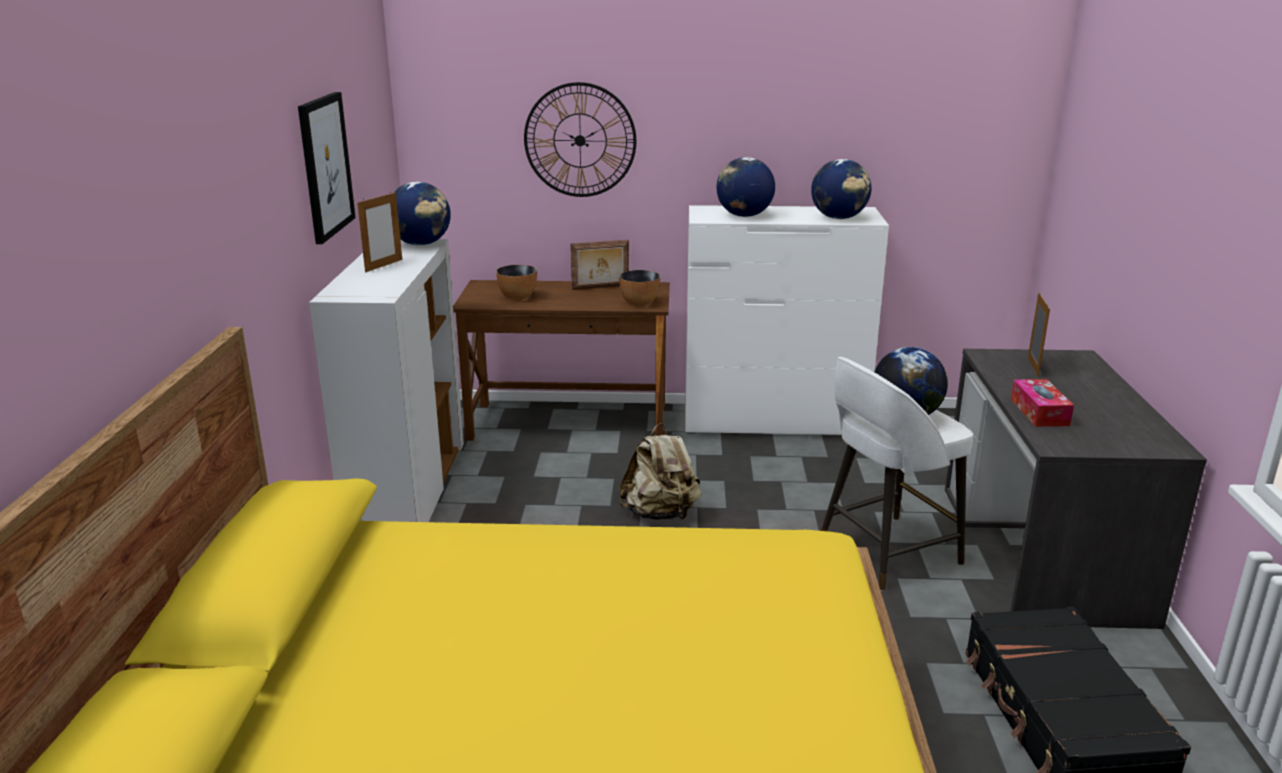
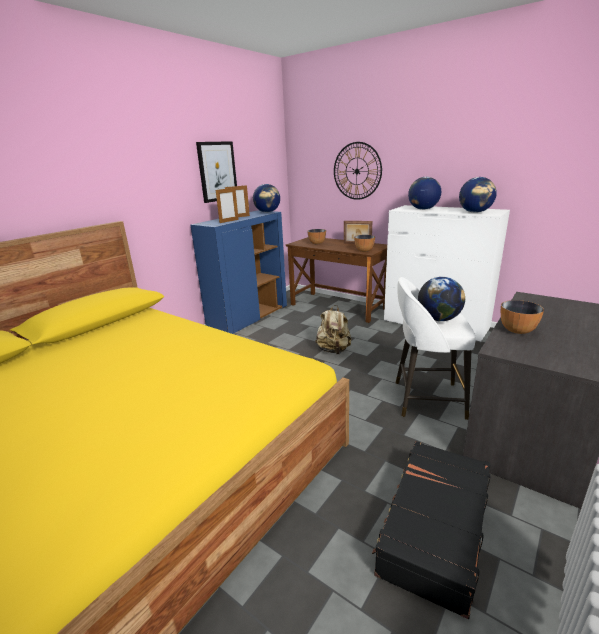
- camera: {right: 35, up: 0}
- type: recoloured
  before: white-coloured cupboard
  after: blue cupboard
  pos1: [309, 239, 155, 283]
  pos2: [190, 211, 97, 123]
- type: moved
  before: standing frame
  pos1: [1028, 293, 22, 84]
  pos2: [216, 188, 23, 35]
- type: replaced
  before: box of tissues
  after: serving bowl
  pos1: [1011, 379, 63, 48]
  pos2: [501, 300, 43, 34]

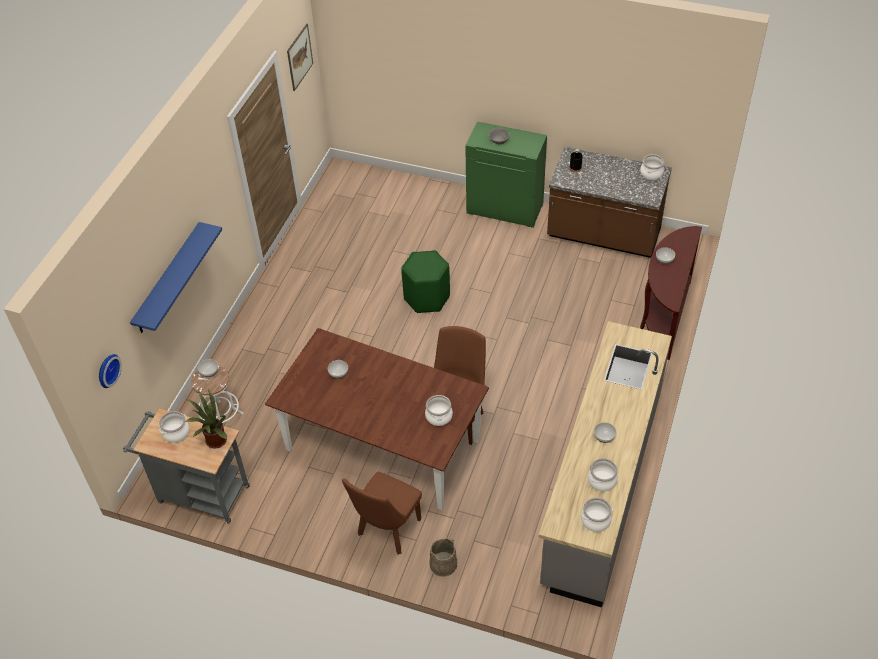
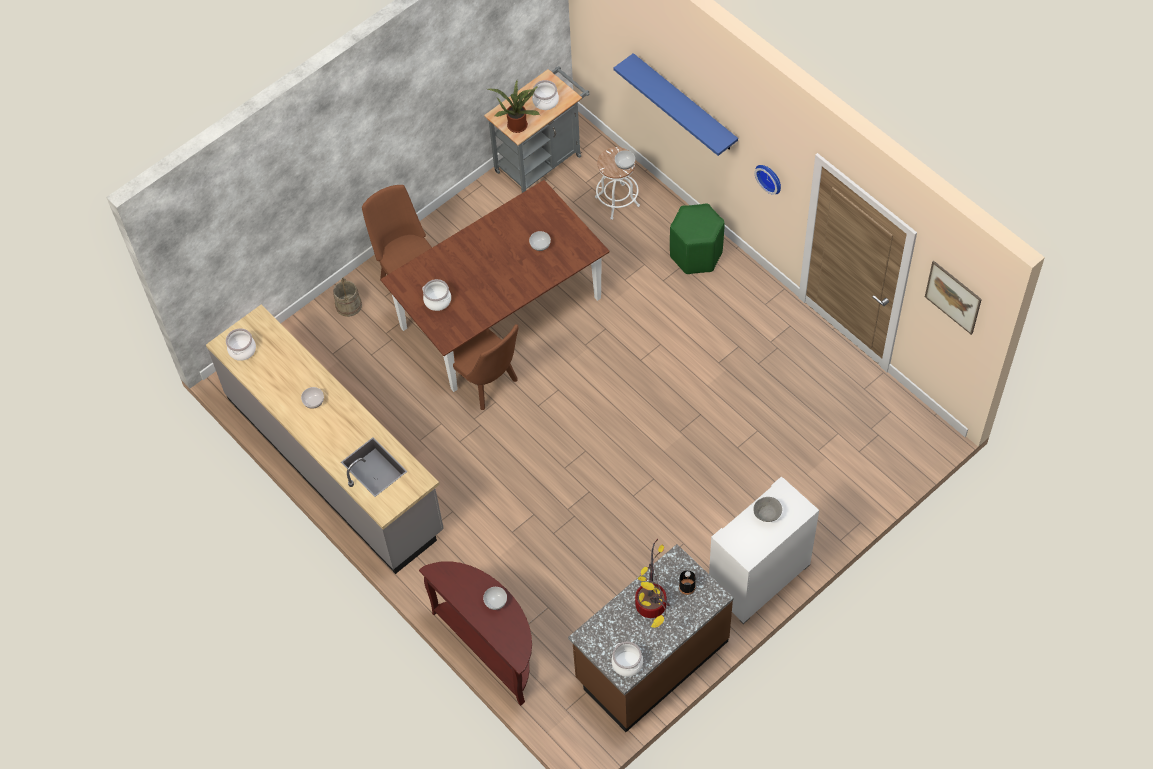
- camera: {right: 120, up: 10}
- type: recoloured
  before: greenish cupboard
  after: white-coloured cupboard
  pos1: [465, 122, 82, 106]
  pos2: [709, 477, 110, 147]
- type: moved
  before: greenish sitting stool
  pos1: [401, 250, 49, 63]
  pos2: [670, 203, 55, 71]
- type: moved
  before: clock on the wall
  pos1: [99, 354, 23, 34]
  pos2: [755, 165, 26, 30]
- type: removed
  before: saucepot
  pos1: [588, 458, 30, 34]
- type: added
  after: potted plant
  pos2: [635, 539, 34, 89]

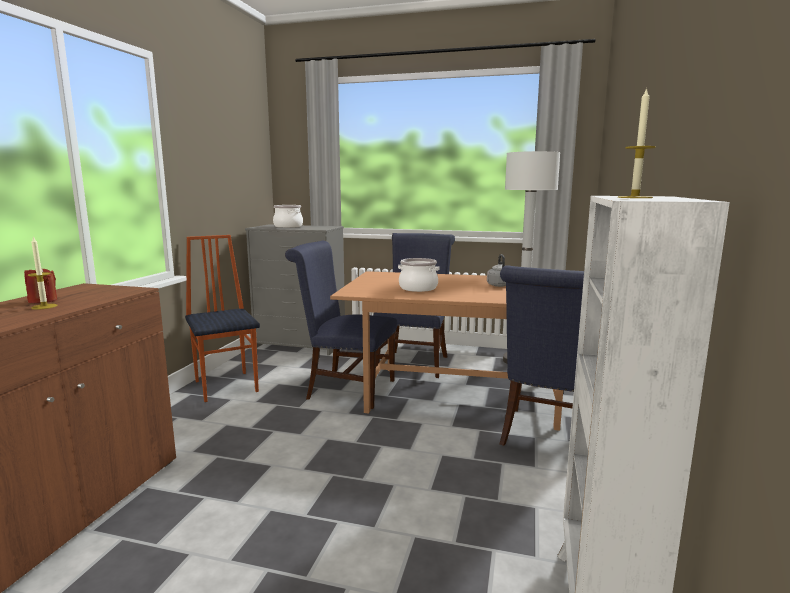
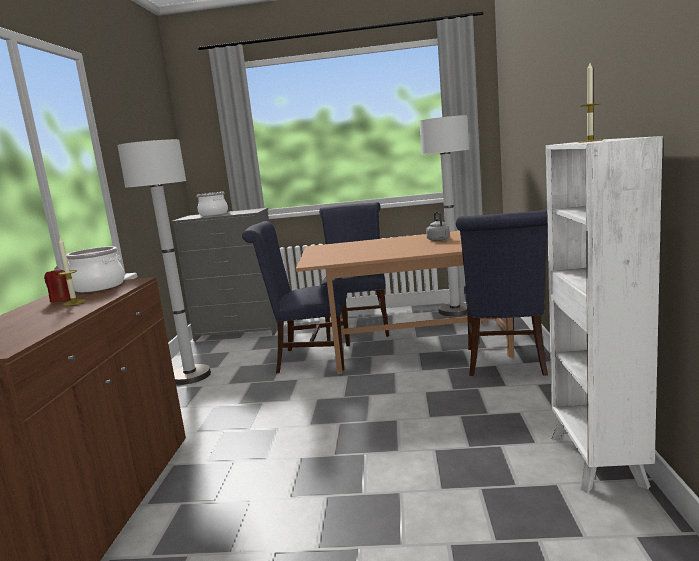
- camera: {right: -10, up: 0}
- type: replaced
  before: upright chair
  after: white-coloured standing lamp
  pos1: [185, 235, 75, 167]
  pos2: [117, 139, 94, 246]
- type: moved
  before: saucepot
  pos1: [398, 258, 42, 34]
  pos2: [66, 247, 59, 45]

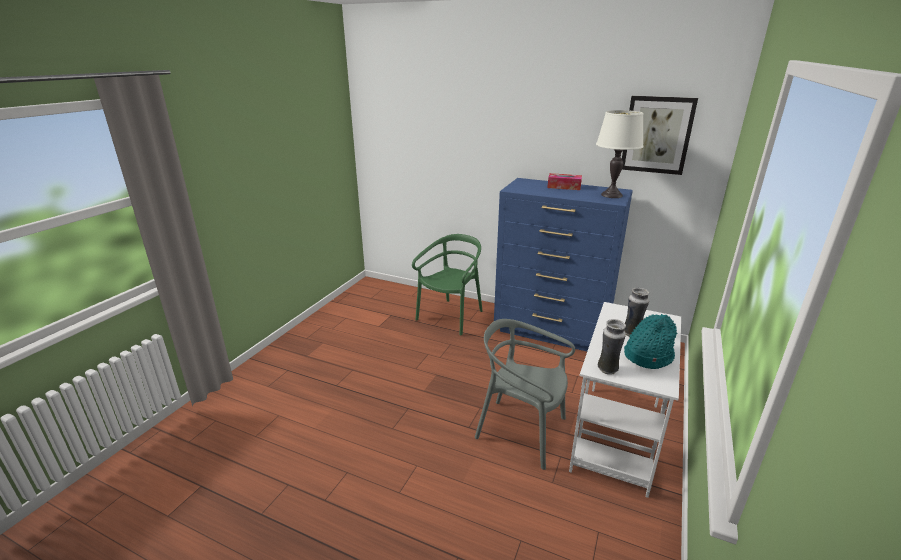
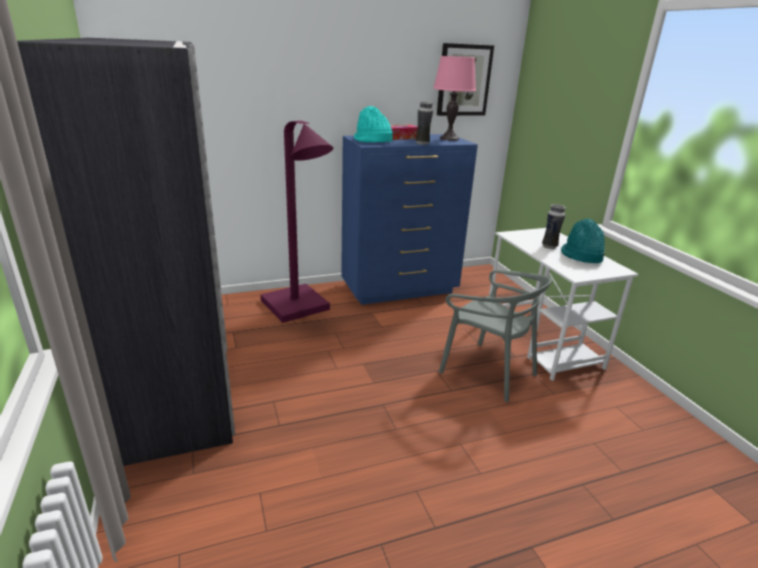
- camera: {right: -45, up: 0}
- type: recoloured
  before: white-coloured tabletop lamp
  after: pinkish tabletop lamp
  pos1: [596, 110, 48, 88]
  pos2: [433, 56, 43, 85]
- type: replaced
  before: greenish upright chair
  after: purple standing lamp
  pos1: [412, 234, 71, 102]
  pos2: [261, 121, 72, 202]
- type: turned
  before: grey upright chair
  pos1: [475, 319, 100, 151]
  pos2: [439, 270, 113, 132]
  turn: -120
- type: moved
  before: vase
  pos1: [598, 319, 28, 56]
  pos2: [415, 102, 18, 43]
- type: added
  after: grey armoire
  pos2: [17, 38, 218, 428]
- type: added
  after: turquoise hat
  pos2: [354, 106, 39, 37]

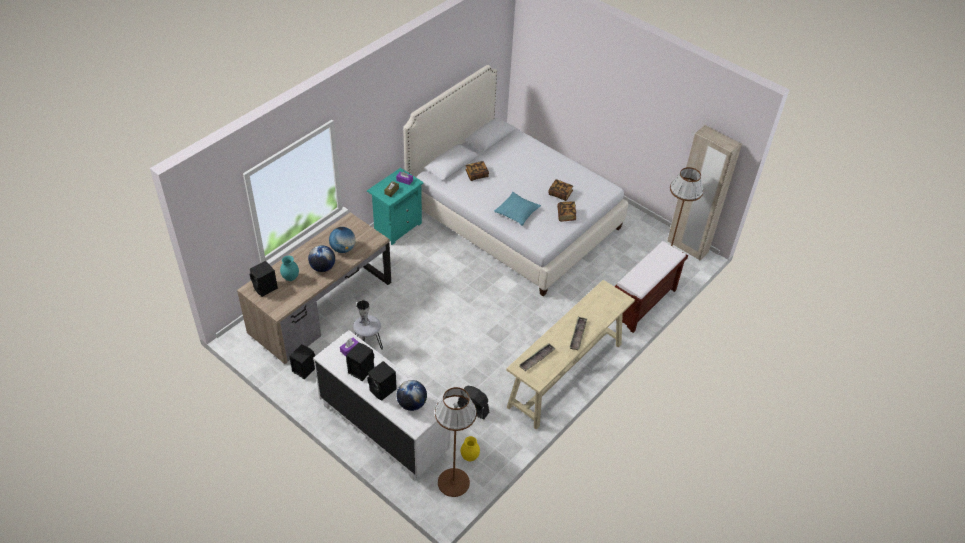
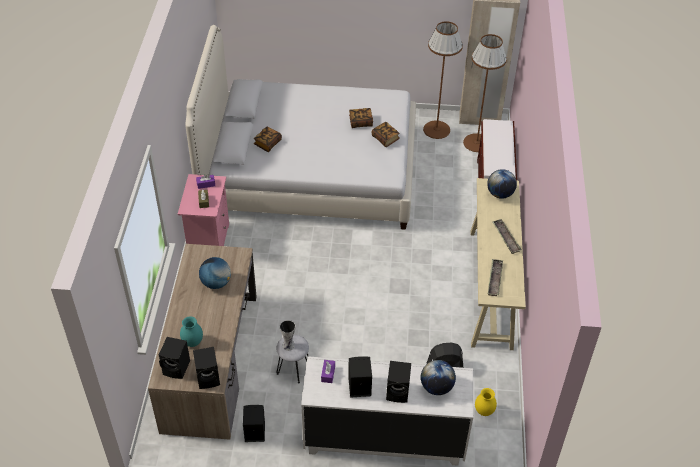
- camera: {right: -35, up: 0}
- type: recoloured
  before: turquoise bedside table
  after: pinkish bedside table
  pos1: [367, 168, 57, 77]
  pos2: [178, 174, 51, 72]
- type: removed
  before: turquoise throw pillow
  pos1: [494, 192, 47, 34]
- type: moved
  before: globe
  pos1: [308, 245, 27, 27]
  pos2: [487, 169, 30, 30]
- type: moved
  before: brownish standing lamp
  pos1: [435, 387, 42, 110]
  pos2: [423, 21, 40, 118]
- type: added
  after: black-coloured audio speaker
  pos2: [193, 347, 27, 42]

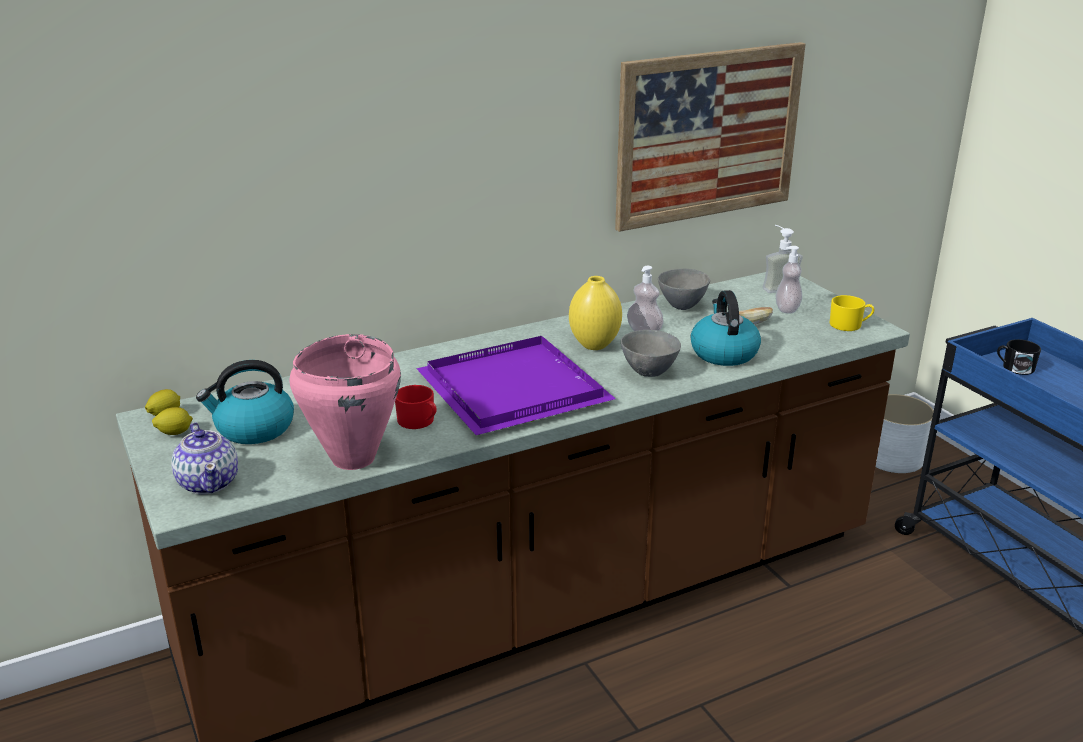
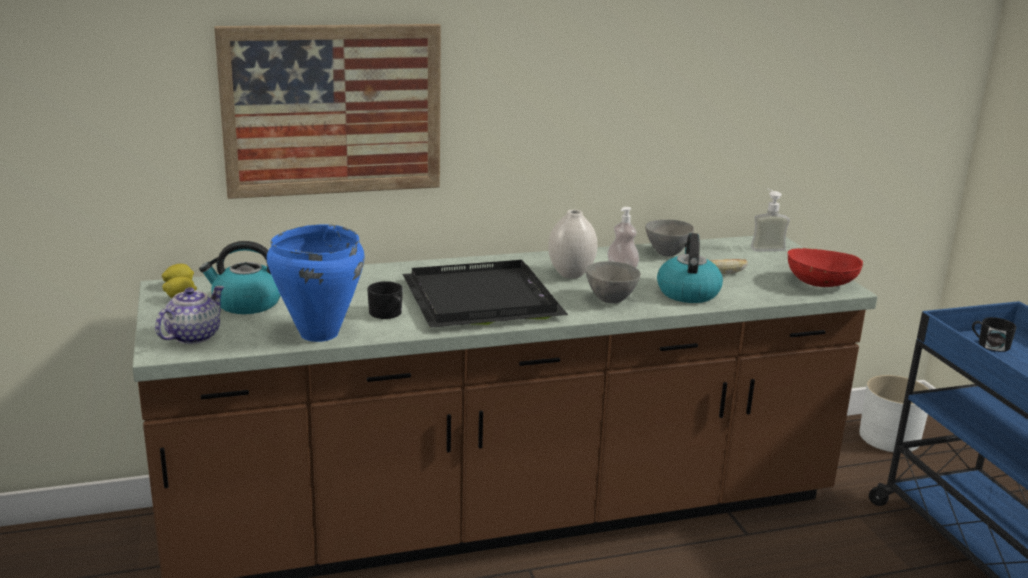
- camera: {right: 10, up: -5}
- type: moved
  before: picture
  pos1: [615, 42, 190, 190]
  pos2: [214, 24, 227, 175]
- type: removed
  before: liquid soap bottle
  pos1: [776, 246, 26, 68]
- type: recoloured
  before: yellow vase
  after: white-coloured vase
  pos1: [569, 276, 53, 74]
  pos2: [548, 210, 49, 69]
- type: replaced
  before: yellow mug
  after: red serving bowl
  pos1: [830, 295, 44, 36]
  pos2: [788, 248, 75, 39]
- type: recoloured
  before: pinkish saucepot
  after: blue saucepot
  pos1: [289, 334, 112, 136]
  pos2: [267, 224, 98, 118]
- type: recoloured
  before: purple carrying tray
  after: black-coloured carrying tray
  pos1: [416, 336, 200, 99]
  pos2: [403, 260, 165, 68]
- type: recoloured
  before: red mug
  after: black-coloured mug
  pos1: [395, 385, 42, 44]
  pos2: [367, 281, 36, 38]
- type: turned
  before: teapot
  pos1: [171, 423, 67, 72]
  pos2: [155, 286, 69, 58]
  turn: -135

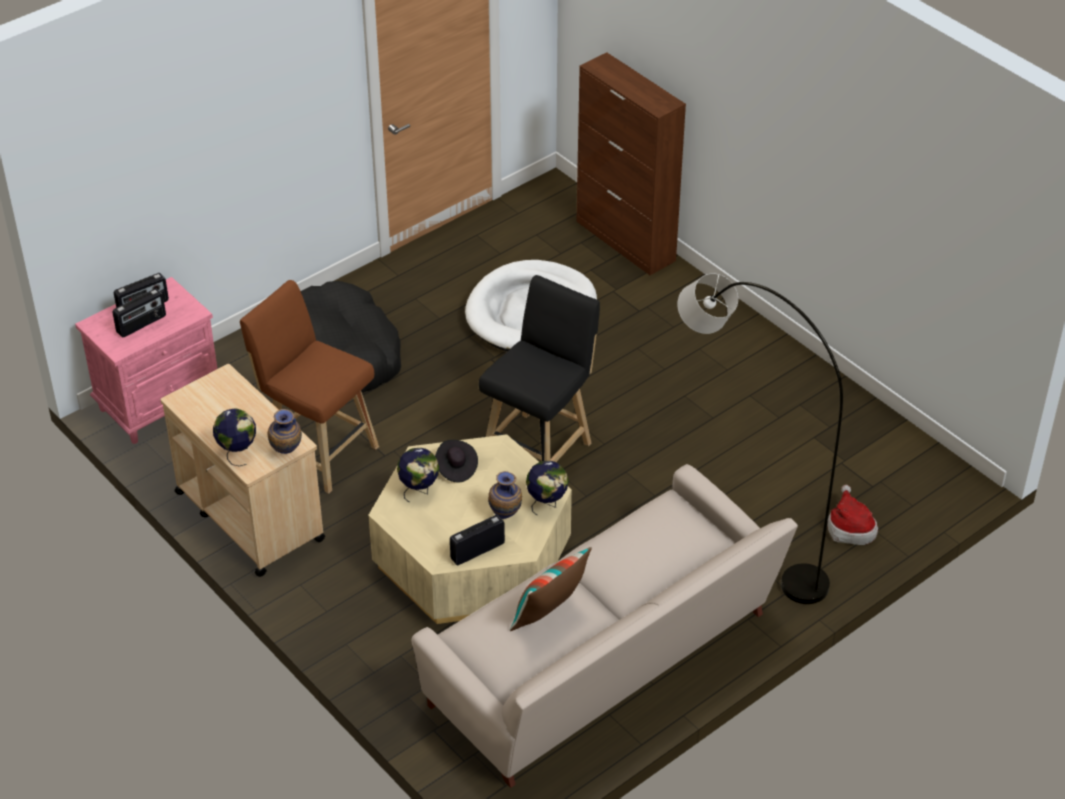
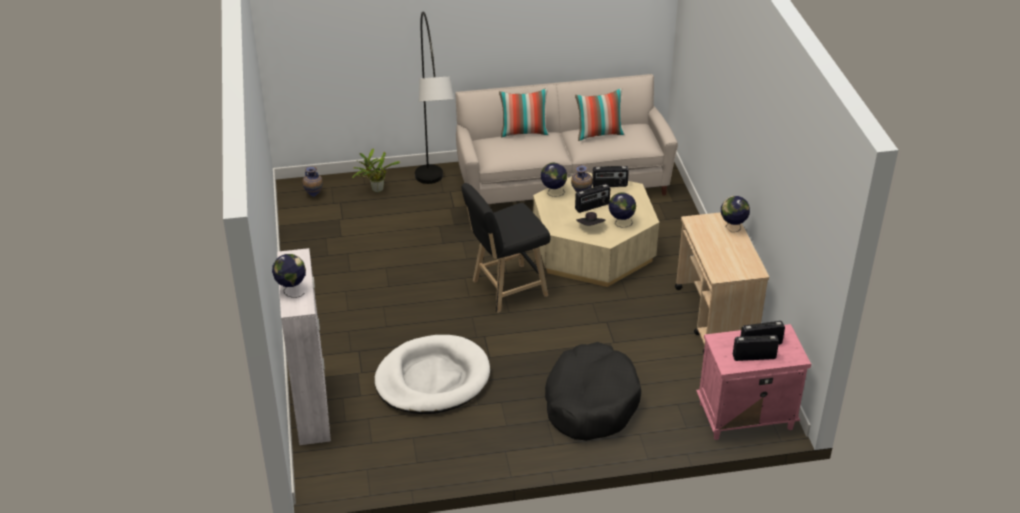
- camera: {right: -150, up: -5}
- type: recoloured
  before: brownish cupboard
  after: white-coloured cupboard
  pos1: [576, 52, 110, 223]
  pos2: [277, 248, 54, 197]
- type: removed
  before: brownish sitting stool
  pos1: [240, 280, 139, 214]
- type: moved
  before: vase
  pos1: [267, 409, 35, 45]
  pos2: [302, 166, 21, 31]
- type: replaced
  before: hat
  after: potted plant
  pos1: [827, 485, 51, 60]
  pos2: [352, 148, 48, 45]
- type: added
  after: throw pillow
  pos2: [499, 88, 50, 49]
- type: added
  after: radio receiver
  pos2: [575, 184, 35, 29]
- type: added
  after: globe
  pos2: [272, 254, 34, 44]

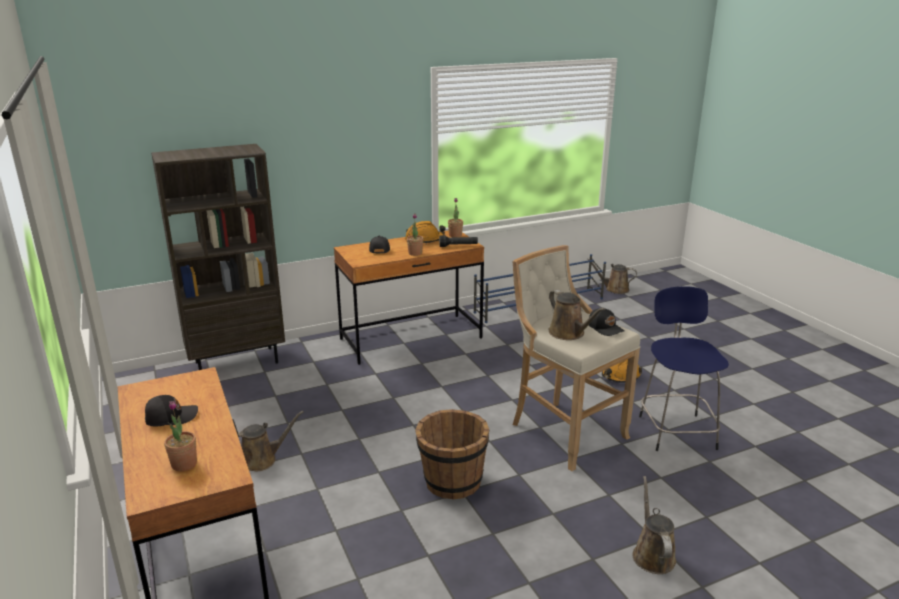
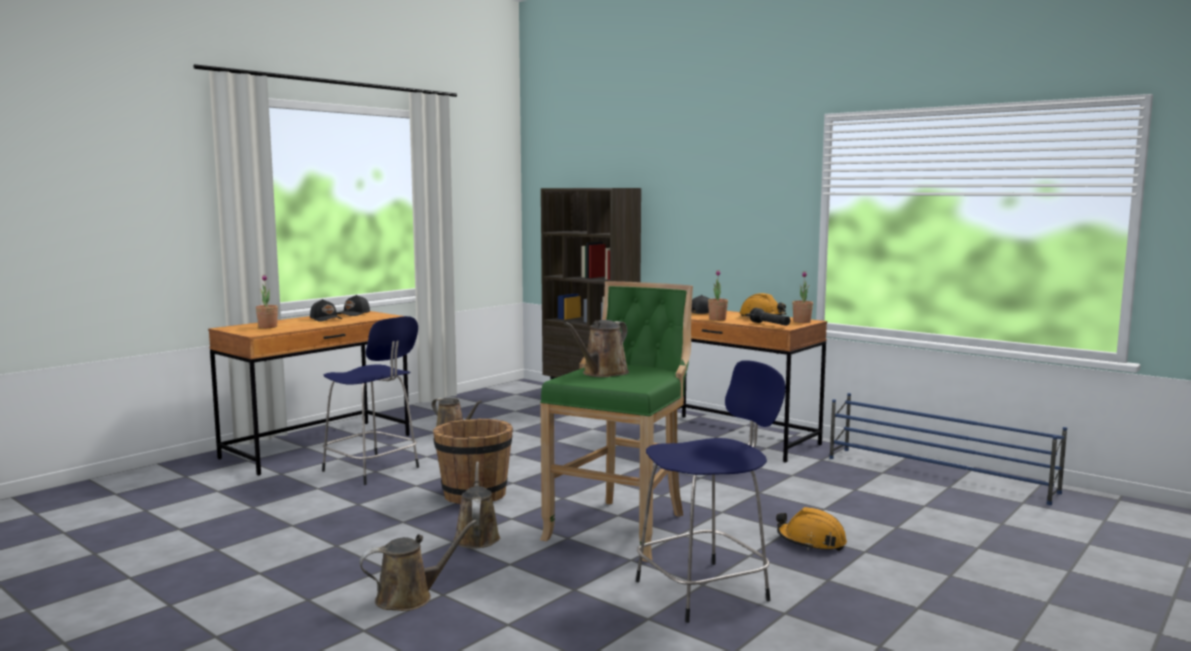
- camera: {right: 65, up: -15}
- type: recoloured
  before: beige sitting stool
  after: greenish sitting stool
  pos1: [512, 245, 128, 226]
  pos2: [540, 281, 153, 281]
- type: moved
  before: brownish watering can
  pos1: [587, 259, 50, 35]
  pos2: [453, 462, 47, 86]
- type: moved
  before: black-coloured cap
  pos1: [589, 308, 35, 28]
  pos2: [337, 295, 33, 21]
- type: added
  after: blue sitting stool
  pos2: [322, 316, 97, 169]

